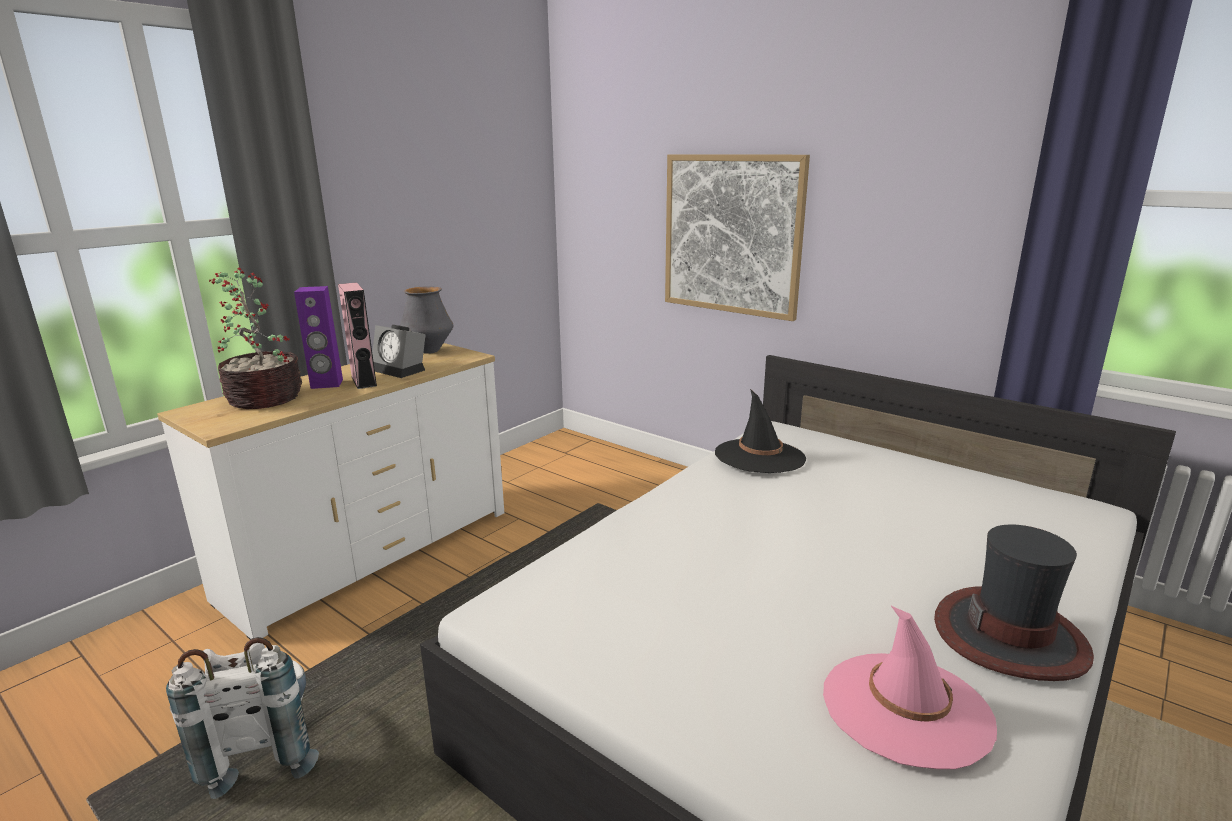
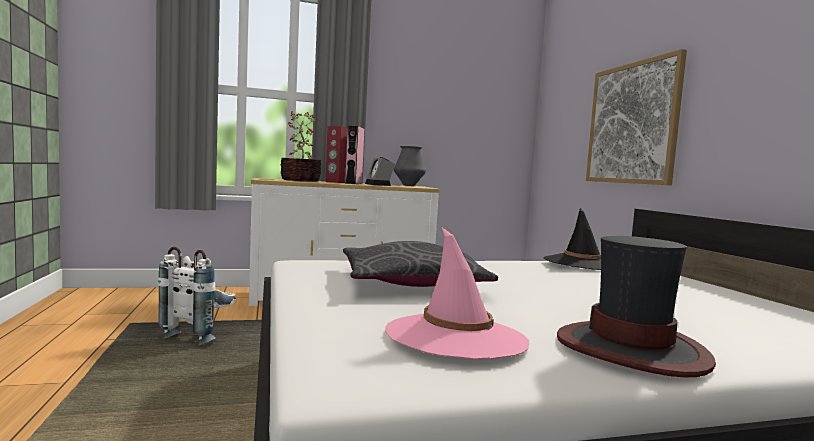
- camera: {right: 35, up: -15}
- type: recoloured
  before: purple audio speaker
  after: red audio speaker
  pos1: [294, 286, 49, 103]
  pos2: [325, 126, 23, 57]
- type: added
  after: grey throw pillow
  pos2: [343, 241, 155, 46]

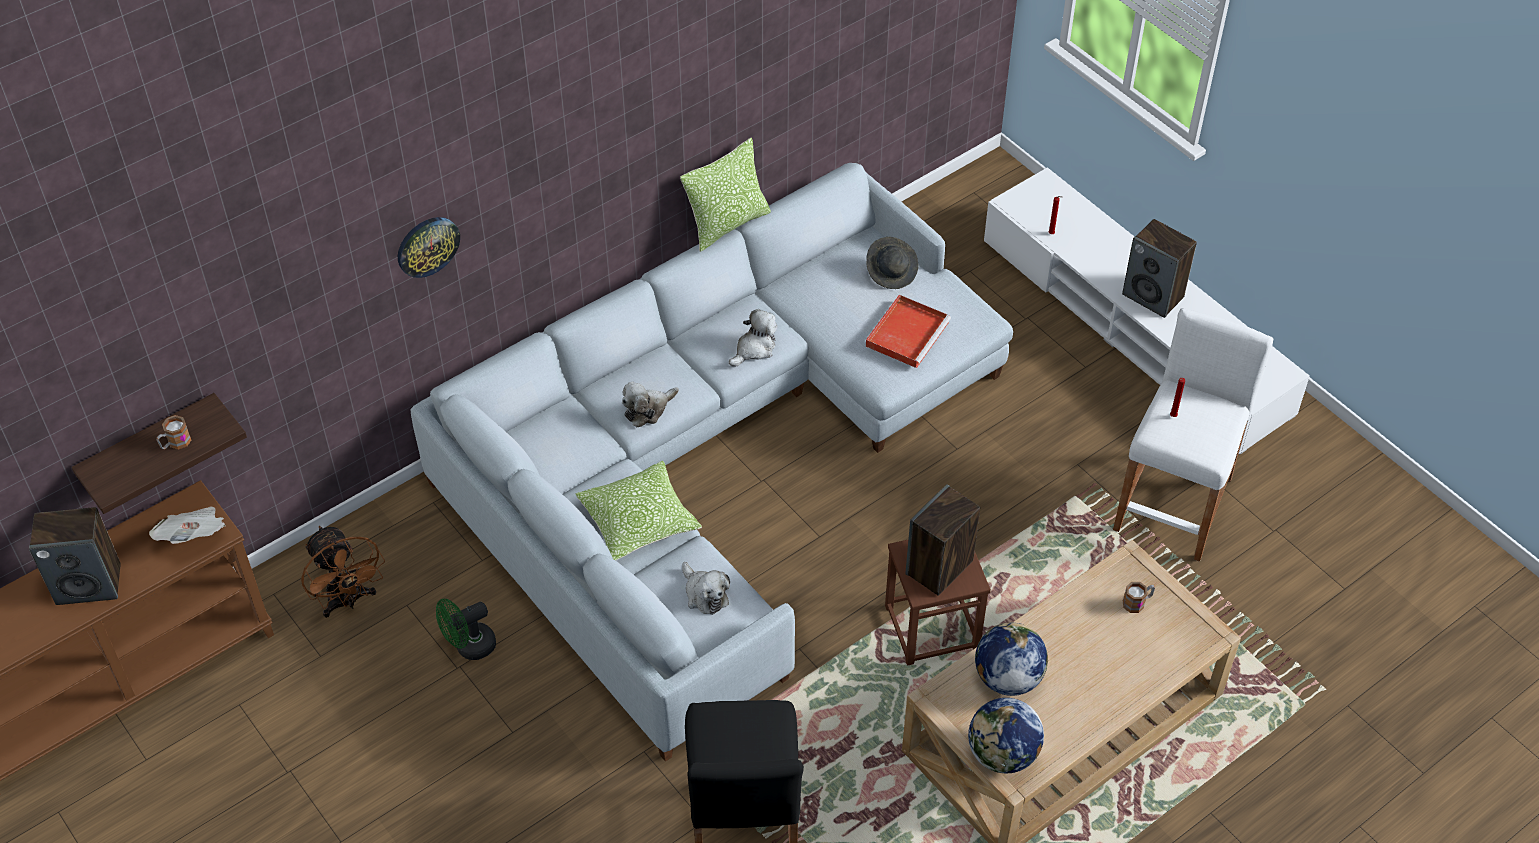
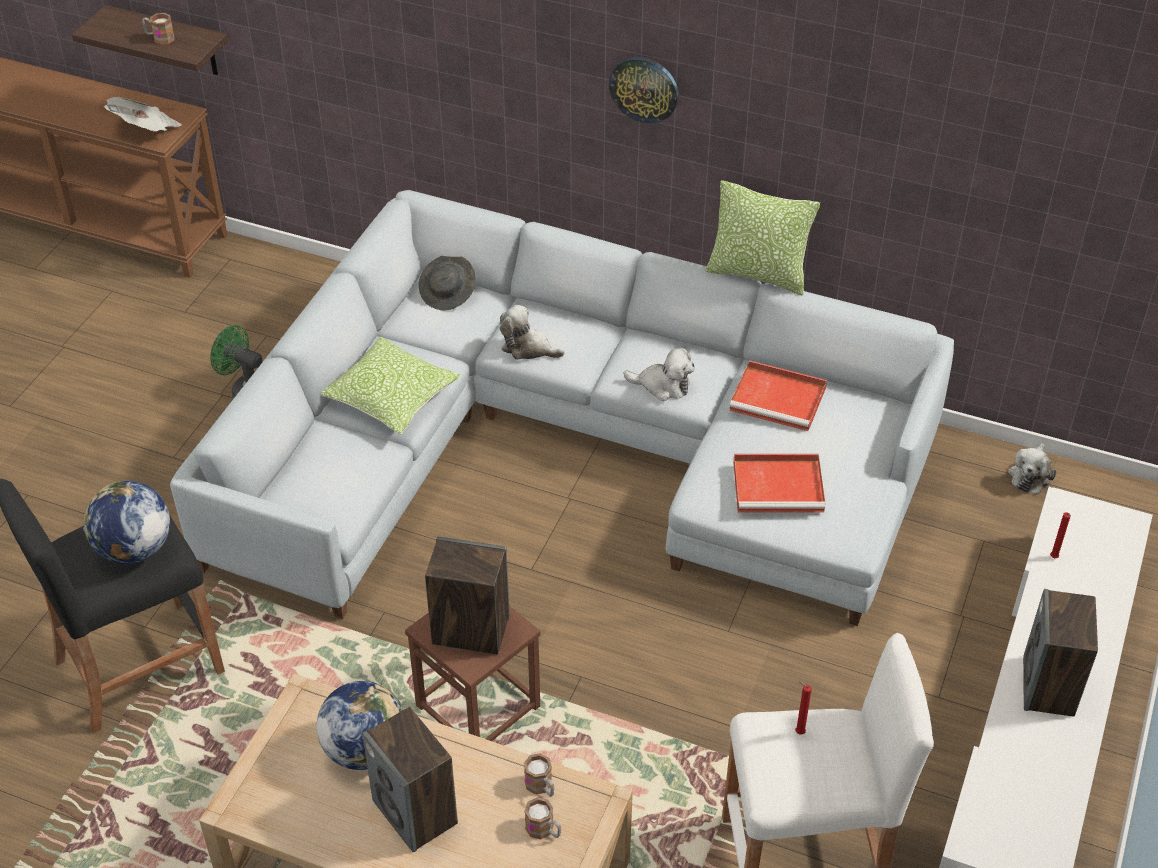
- camera: {right: 60, up: -5}
- type: moved
  before: clock on the wall
  pos1: [398, 217, 62, 61]
  pos2: [609, 57, 70, 66]
- type: moved
  before: grey hat
  pos1: [866, 237, 52, 52]
  pos2: [418, 256, 58, 54]
- type: moved
  before: audio speaker
  pos1: [29, 507, 92, 98]
  pos2: [362, 707, 96, 146]
- type: removed
  before: brownish electric fan
  pos1: [301, 526, 84, 92]
- type: moved
  before: plush toy
  pos1: [682, 562, 48, 53]
  pos2: [1008, 443, 48, 52]
- type: moved
  before: globe
  pos1: [968, 698, 76, 75]
  pos2: [83, 481, 87, 83]
- type: added
  after: red carrying tray
  pos2: [729, 360, 98, 71]
- type: added
  after: mug
  pos2: [524, 753, 30, 44]

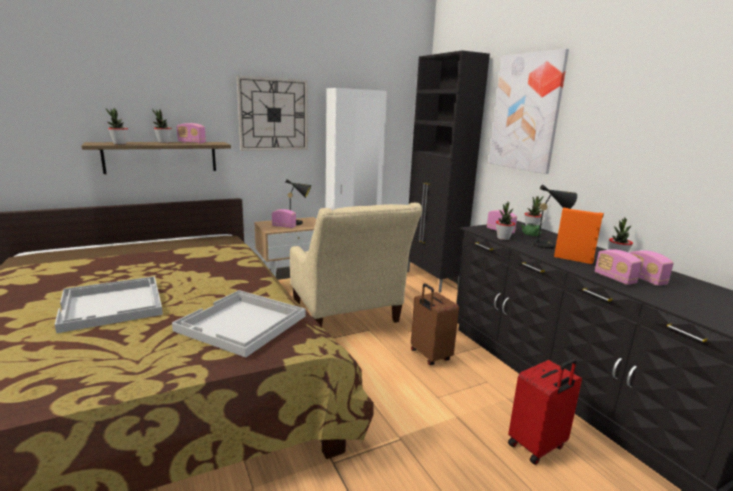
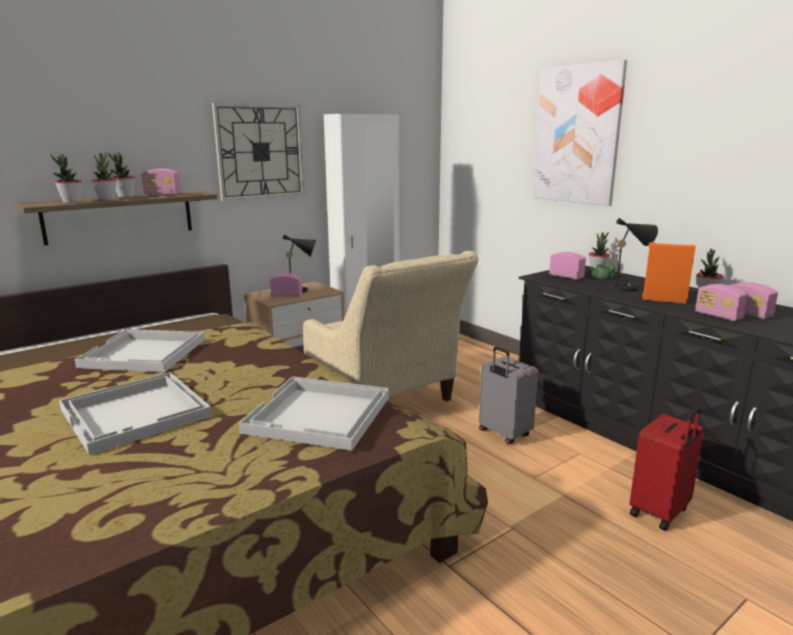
- camera: {right: -10, up: 0}
- type: removed
  before: black-coloured cupboard
  pos1: [407, 50, 83, 242]
- type: moved
  before: potted plant
  pos1: [496, 202, 19, 38]
  pos2: [91, 153, 26, 48]
- type: recoloured
  before: brownish piece of luggage
  after: grey piece of luggage
  pos1: [411, 283, 48, 82]
  pos2: [479, 347, 59, 97]
- type: added
  after: white-coloured carrying tray
  pos2: [75, 329, 130, 43]

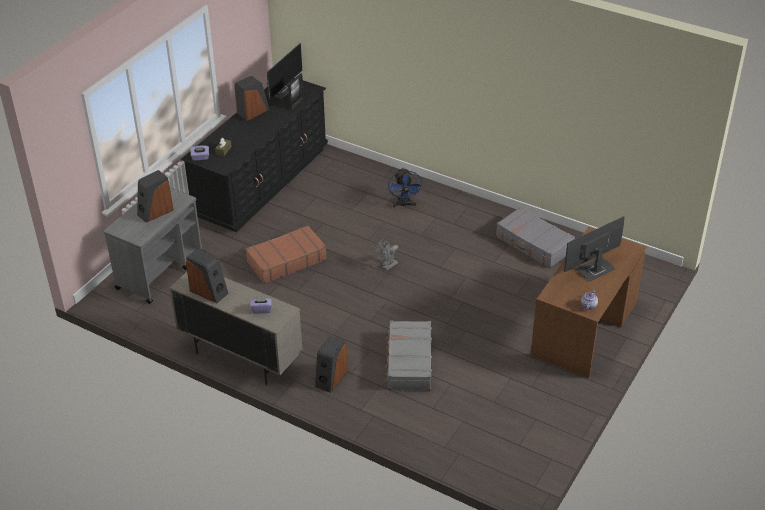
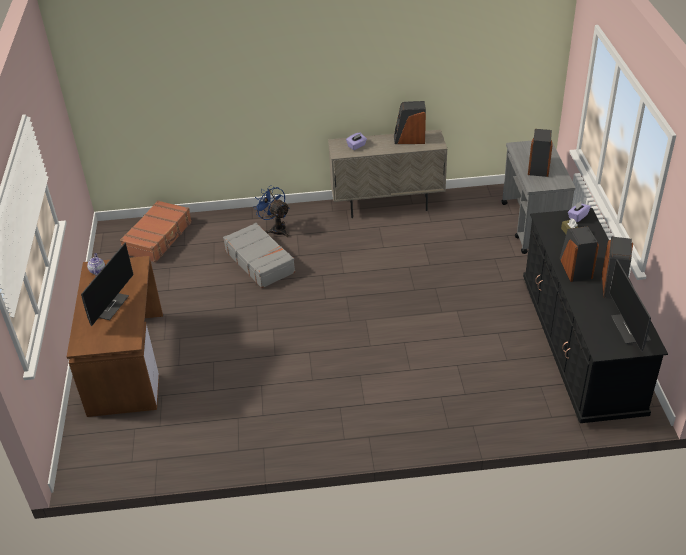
- camera: {right: 145, up: 0}
- type: removed
  before: standing frame
  pos1: [288, 73, 16, 37]
- type: moved
  before: blue electric fan
  pos1: [388, 168, 35, 40]
  pos2: [253, 185, 37, 52]
- type: removed
  before: grey piece of luggage
  pos1: [496, 206, 79, 62]
- type: moved
  before: brownish piece of luggage
  pos1: [246, 225, 81, 59]
  pos2: [120, 200, 72, 63]
- type: removed
  before: grey electric fan
  pos1: [376, 239, 22, 31]
- type: moved
  before: audio speaker
  pos1: [315, 335, 33, 58]
  pos2: [560, 226, 39, 56]

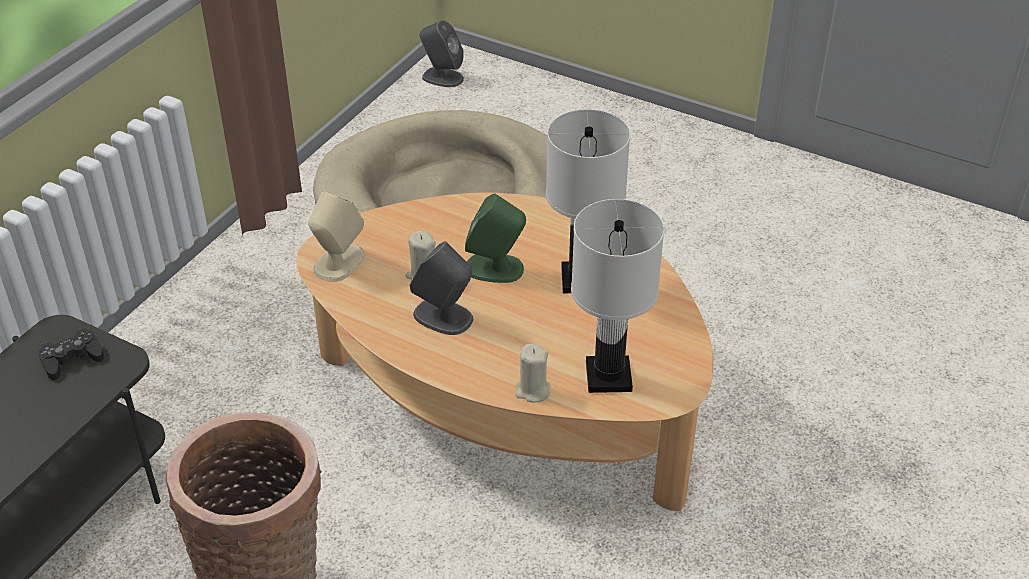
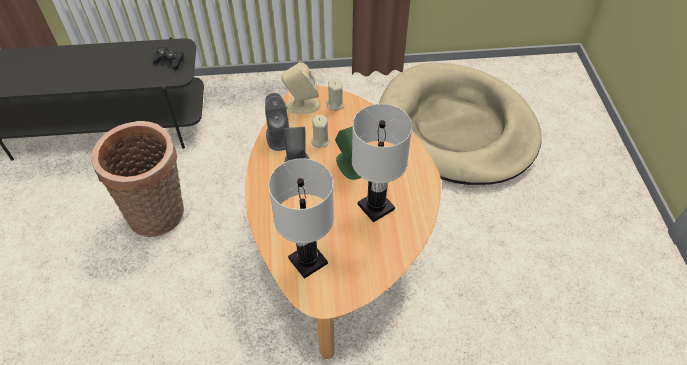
- camera: {right: 55, up: 10}
- type: moved
  before: grey audio speaker
  pos1: [420, 20, 44, 67]
  pos2: [265, 93, 24, 58]
- type: moved
  before: beige candle
  pos1: [515, 344, 36, 59]
  pos2: [326, 79, 18, 32]

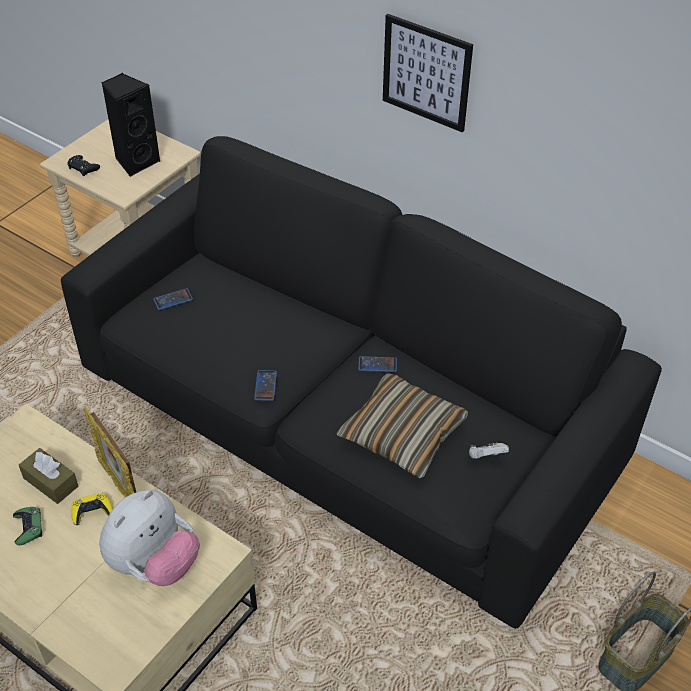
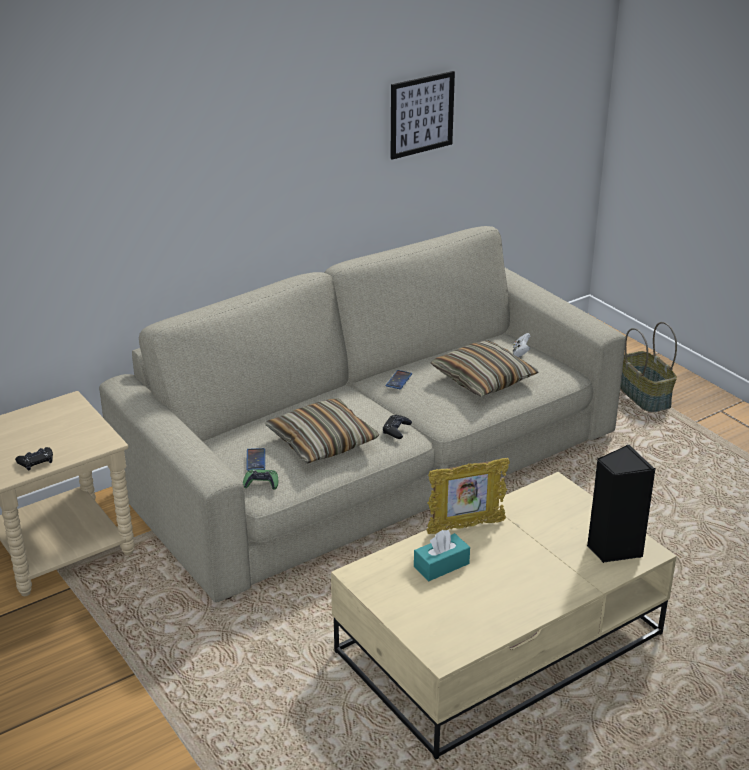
- camera: {right: -70, up: -15}
- type: moved
  before: picture
  pos1: [383, 14, 90, 118]
  pos2: [391, 71, 64, 89]
- type: moved
  before: black-coloured audio speaker
  pos1: [101, 73, 60, 104]
  pos2: [587, 444, 69, 119]
- type: recoloured
  before: black-coloured couch
  after: beige couch
  pos1: [61, 136, 601, 493]
  pos2: [99, 226, 527, 376]
- type: replaced
  before: handset
  after: black-coloured gamepad
  pos1: [254, 370, 23, 31]
  pos2: [383, 414, 29, 25]
- type: recoloured
  before: brownish box of tissues
  after: turquoise box of tissues
  pos1: [19, 448, 59, 56]
  pos2: [414, 530, 56, 51]
- type: removed
  before: plush toy
  pos1: [99, 489, 101, 97]
- type: removed
  before: yellow gamepad
  pos1: [71, 493, 42, 32]
- type: moved
  before: greenish gamepad
  pos1: [13, 507, 29, 38]
  pos2: [243, 469, 35, 20]
- type: added
  after: throw pillow
  pos2: [265, 398, 114, 65]

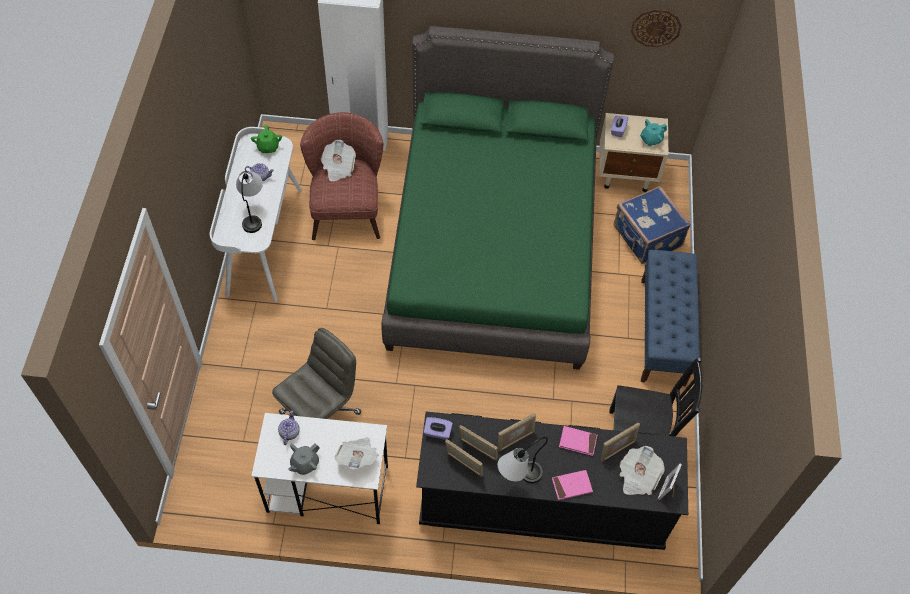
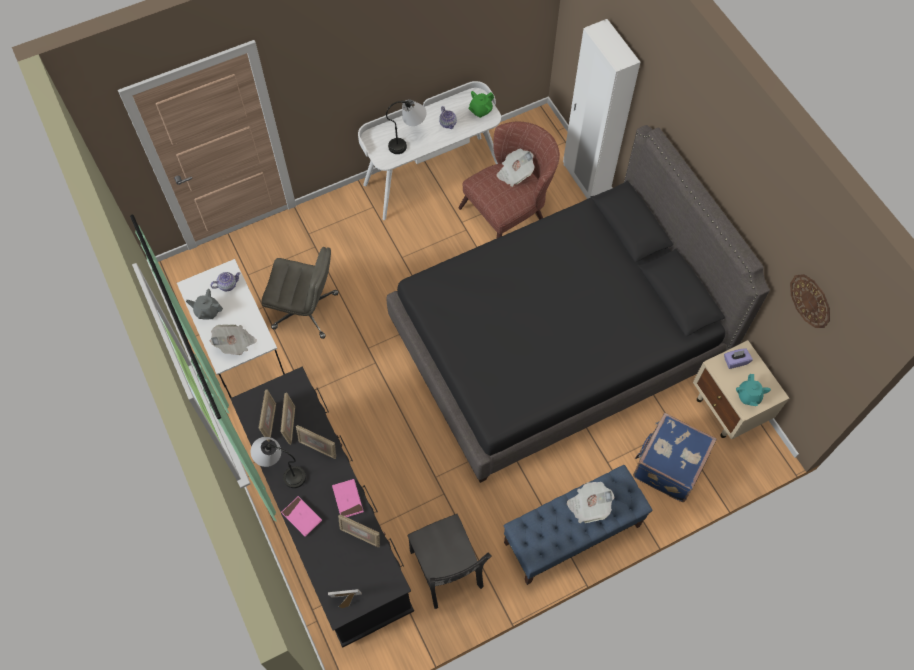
- camera: {right: 60, up: 5}
- type: recoloured
  before: greenish sleeping bed
  after: black-coloured sleeping bed
  pos1: [381, 26, 233, 344]
  pos2: [386, 125, 384, 358]
- type: turned
  before: turquoise teapot
  pos1: [640, 119, 27, 27]
  pos2: [736, 374, 35, 32]
  turn: -120
- type: removed
  before: purple box of tissues
  pos1: [424, 417, 29, 23]
- type: moved
  before: daily paper
  pos1: [620, 446, 45, 49]
  pos2: [567, 482, 47, 41]

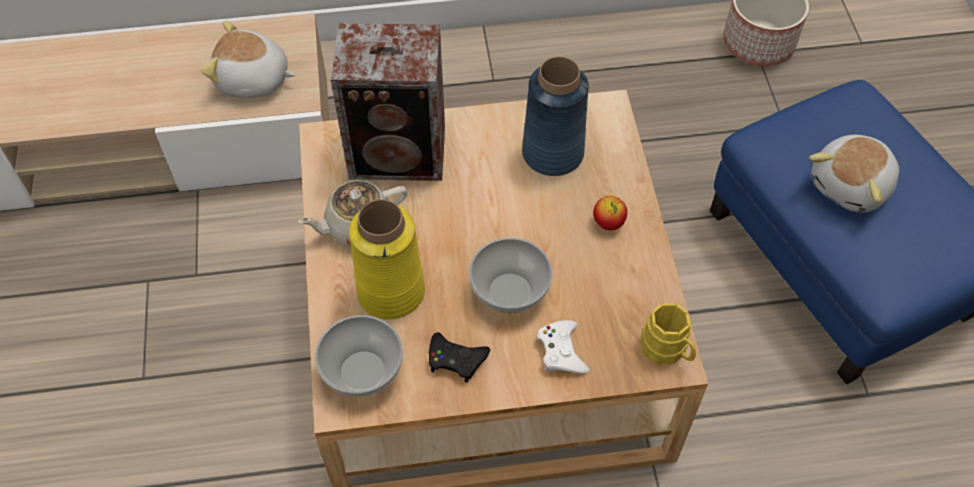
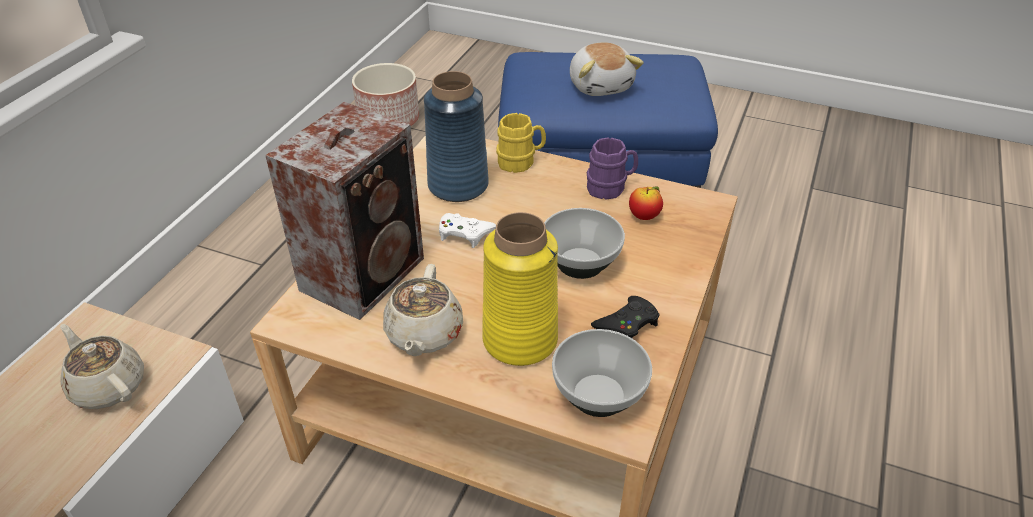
- camera: {right: -60, up: -15}
- type: replaced
  before: plush toy
  after: beige teapot
  pos1: [201, 21, 95, 77]
  pos2: [60, 324, 84, 85]
- type: moved
  before: apple
  pos1: [593, 196, 34, 34]
  pos2: [629, 186, 34, 34]
- type: moved
  before: yellow mug
  pos1: [641, 303, 55, 62]
  pos2: [496, 113, 50, 60]
- type: moved
  before: white-coloured gamepad
  pos1: [537, 320, 53, 54]
  pos2: [439, 213, 57, 35]
- type: added
  after: purple mug
  pos2: [587, 137, 51, 63]

